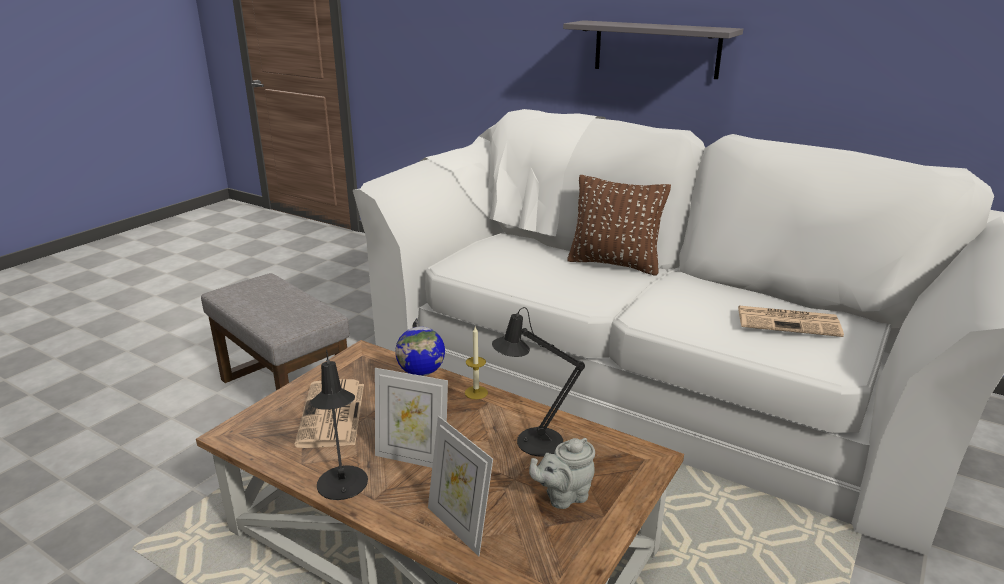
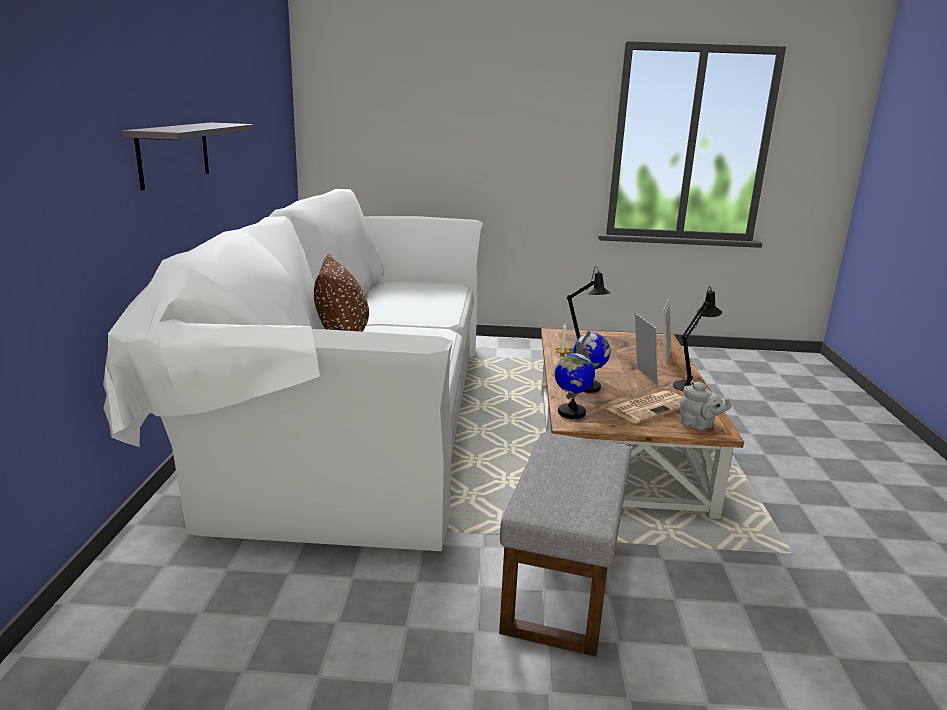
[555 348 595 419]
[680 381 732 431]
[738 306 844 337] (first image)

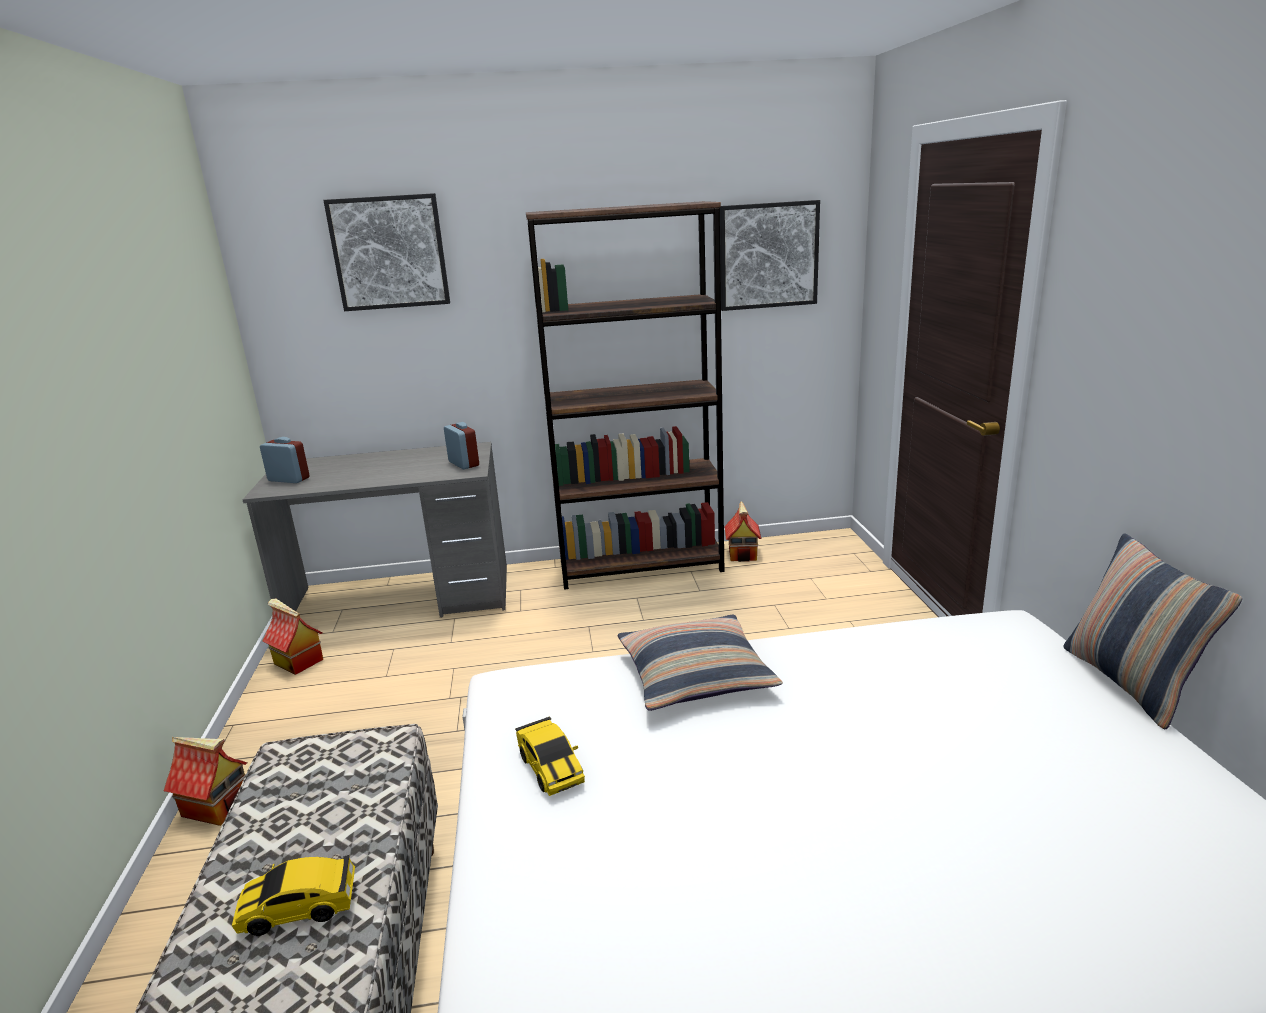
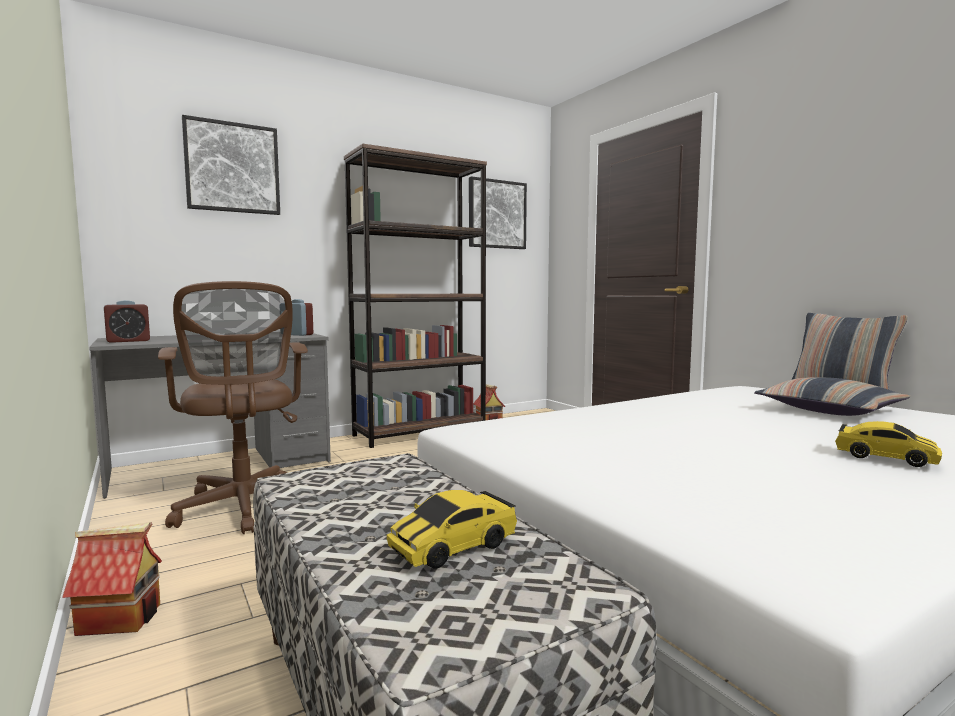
[104 300 150 343]
[158 281 308 534]
[754 377 911 416]
[835 421 942 467]
[262 599 323 675] (first image)

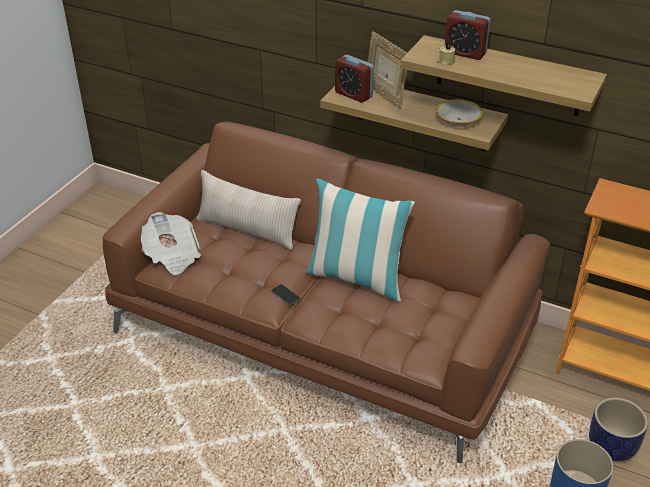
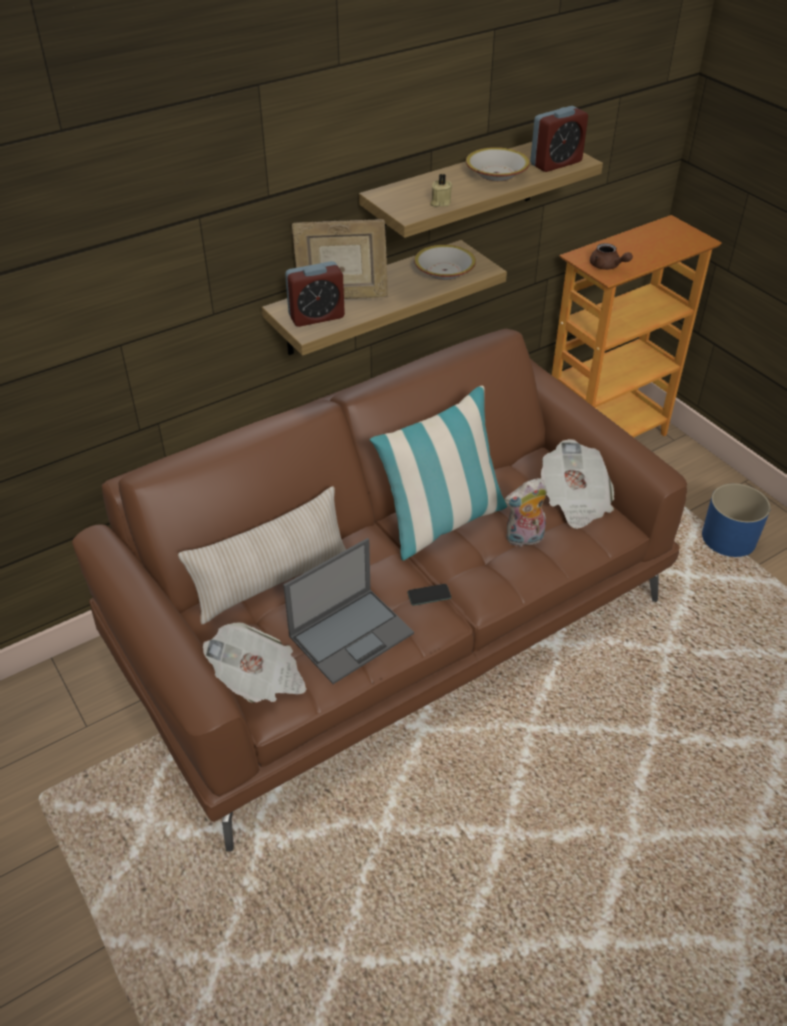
[283 538 414 684]
[466 147 530 181]
[505 478 547 547]
[530 106 588 172]
[541 439 614 529]
[590 243 633 270]
[589 397 648 461] (first image)

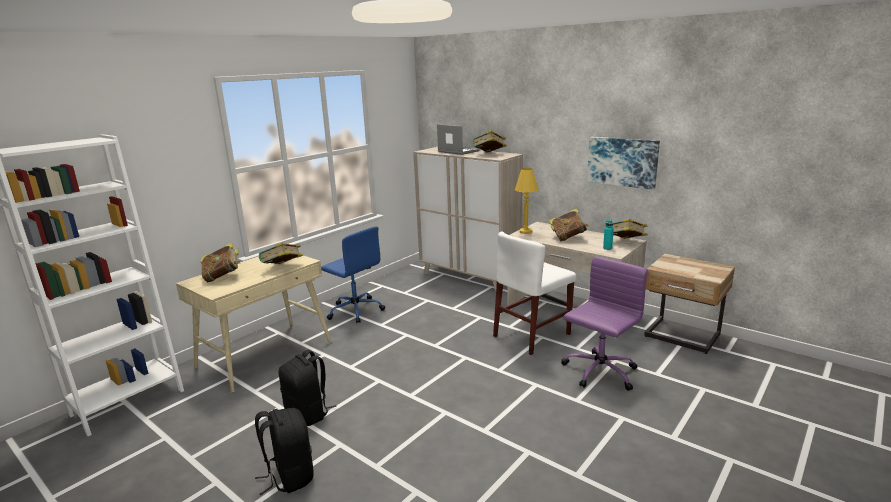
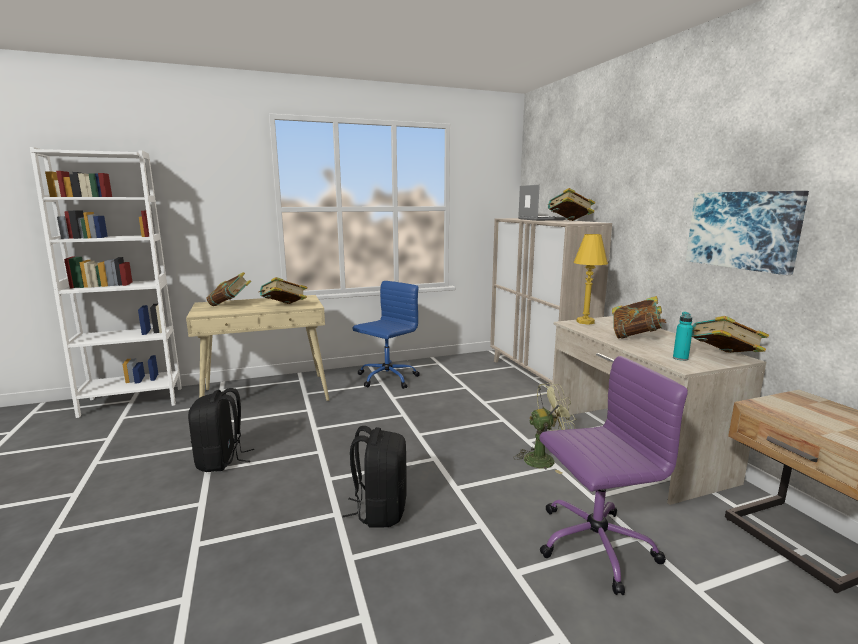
[343 426 407 527]
[353 281 420 389]
[513 383 577 474]

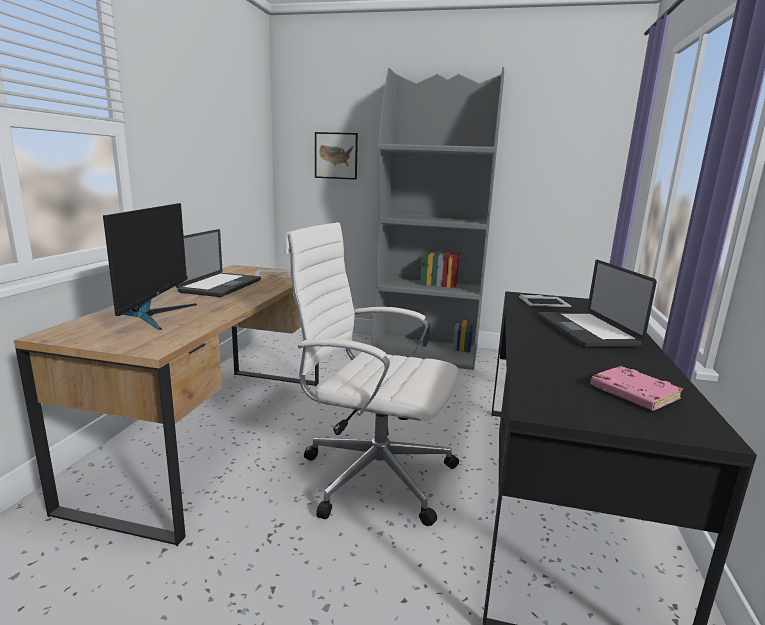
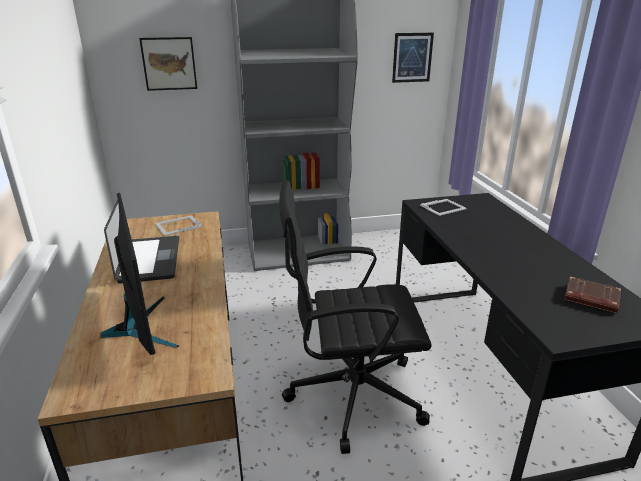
[279 180 432 454]
[392 33 434 83]
[564 277 621 313]
[538 260 657 348] (first image)

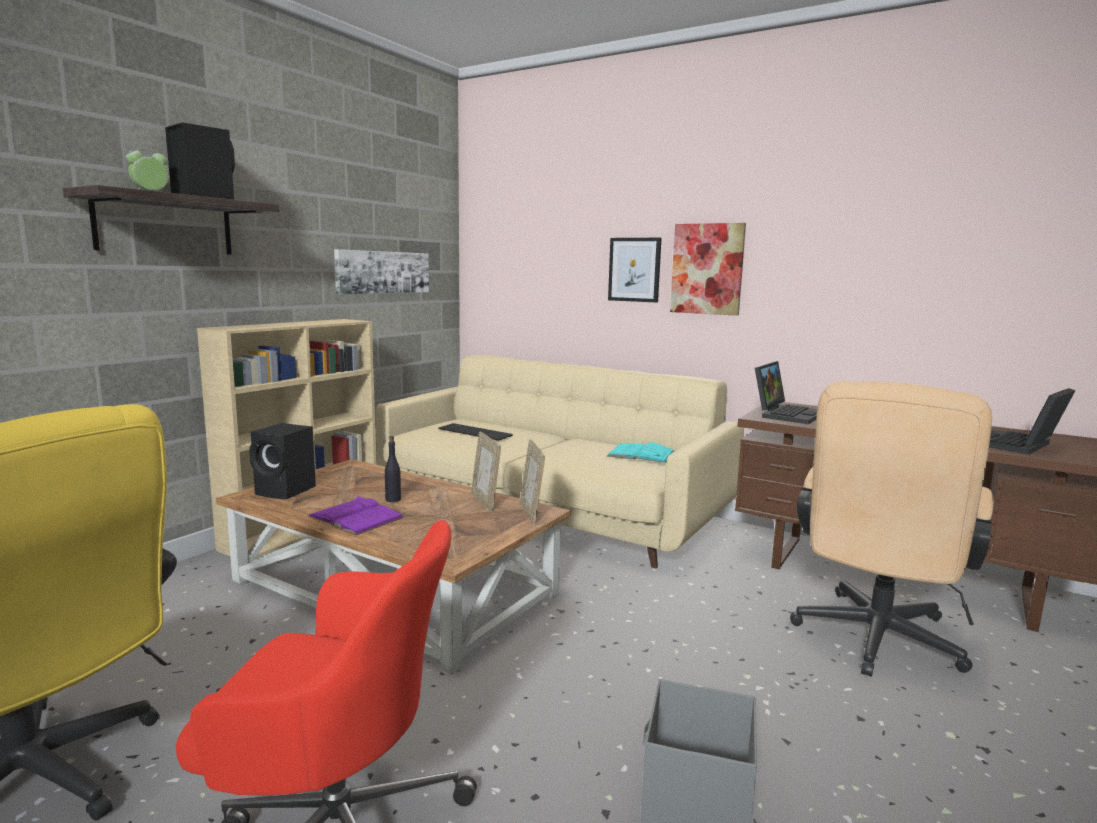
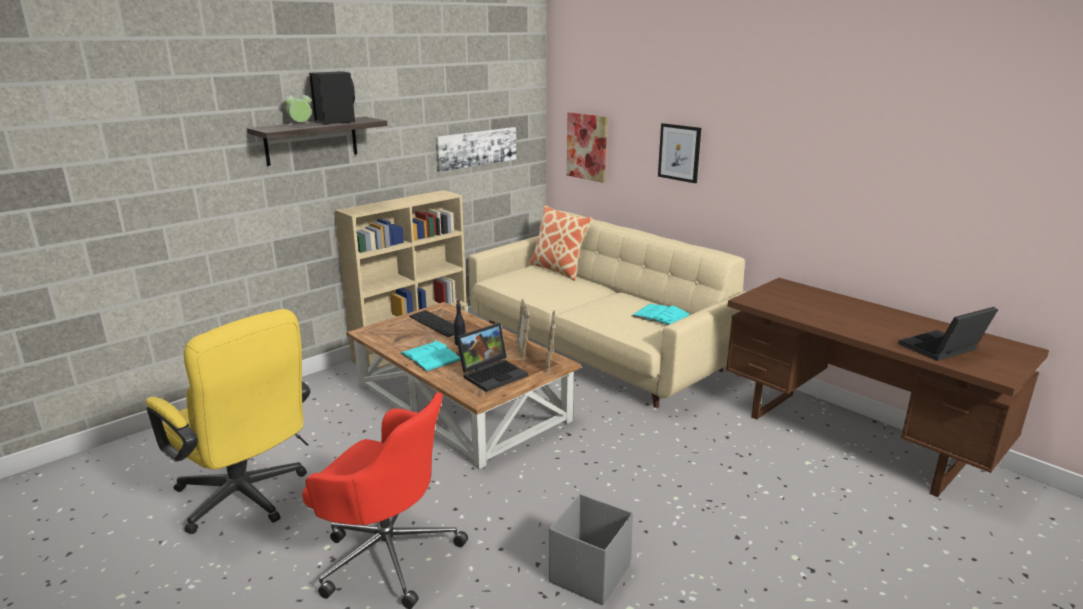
[400 340 461 372]
[409 310 454 337]
[456 323 528 392]
[528 205 593 281]
[567 112 607 183]
[249 423 316 499] (first image)
[790 381 994 677] (first image)

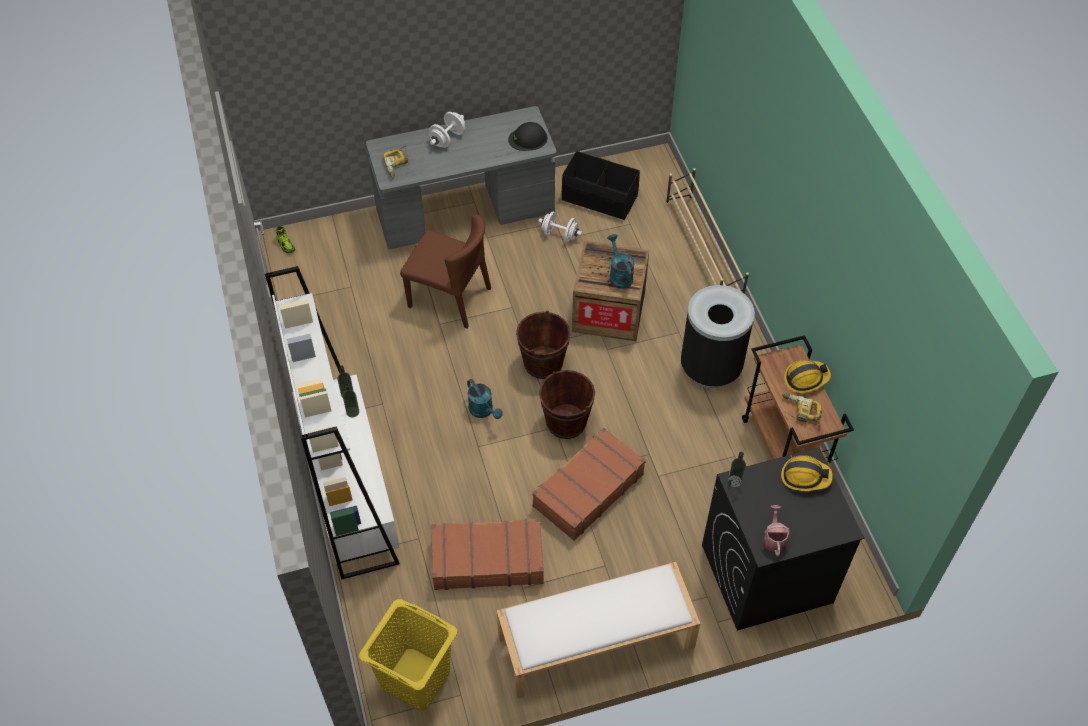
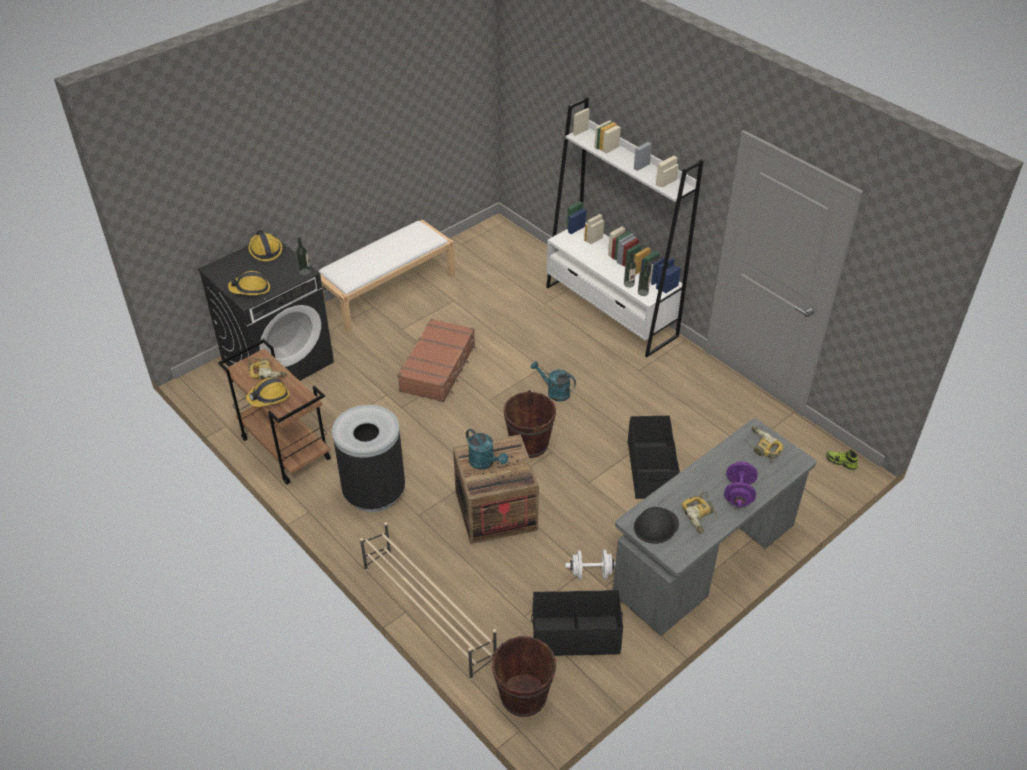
[249 230 282 261]
[492 636 556 717]
[627 416 680 499]
[682 491 717 533]
[724 461 758 507]
[359 599 457 711] (first image)
[432 518 544 590] (first image)

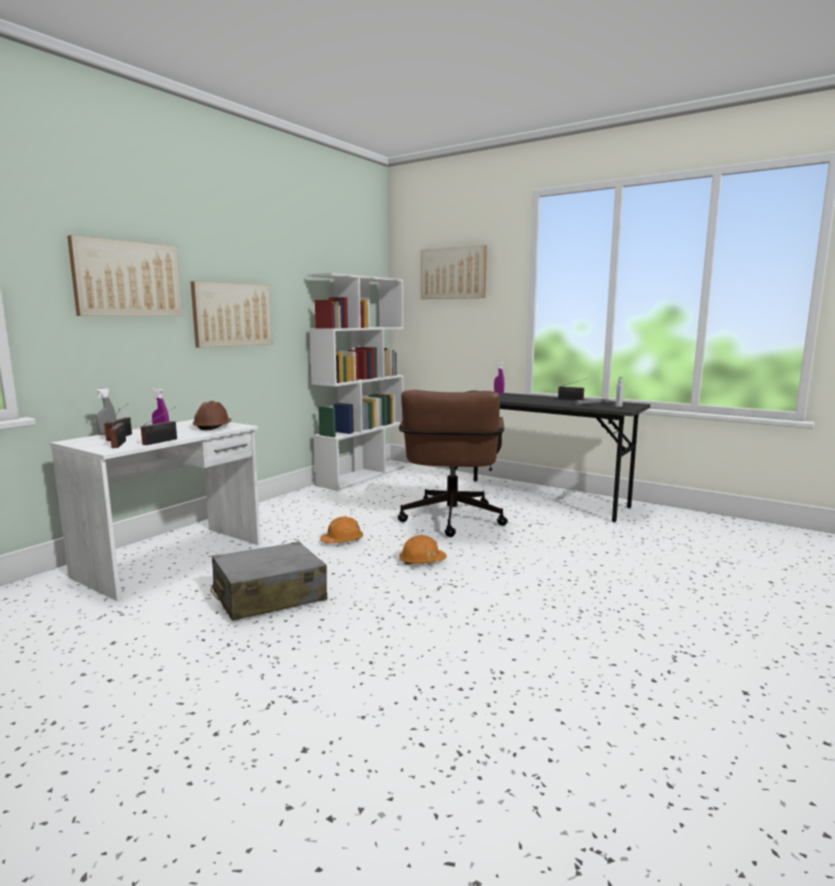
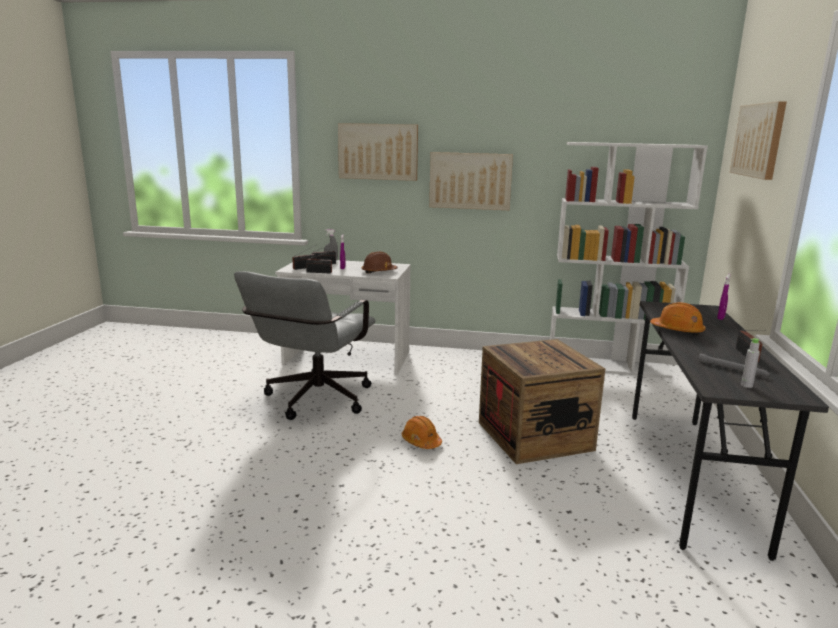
[234 271 376 420]
[479 339 605 464]
[650 302 706 336]

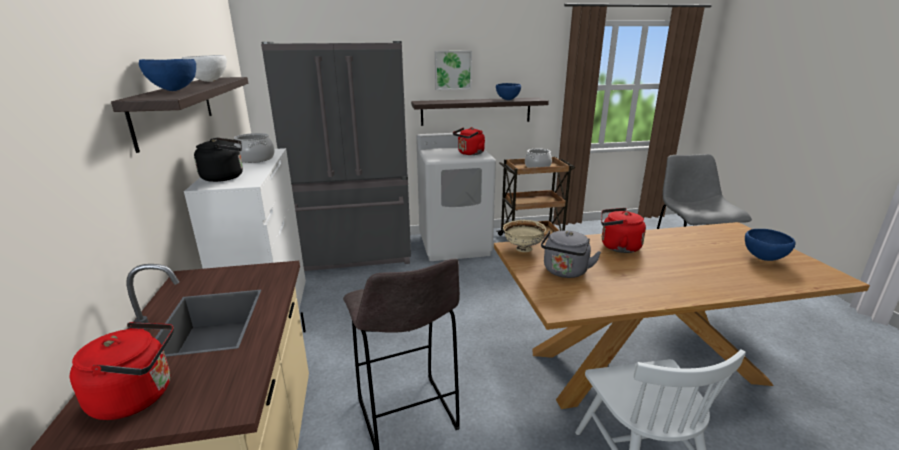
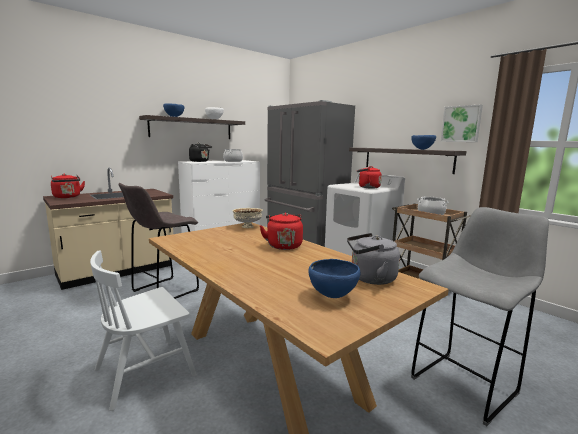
[347 233 400 285]
[441 104 483 142]

